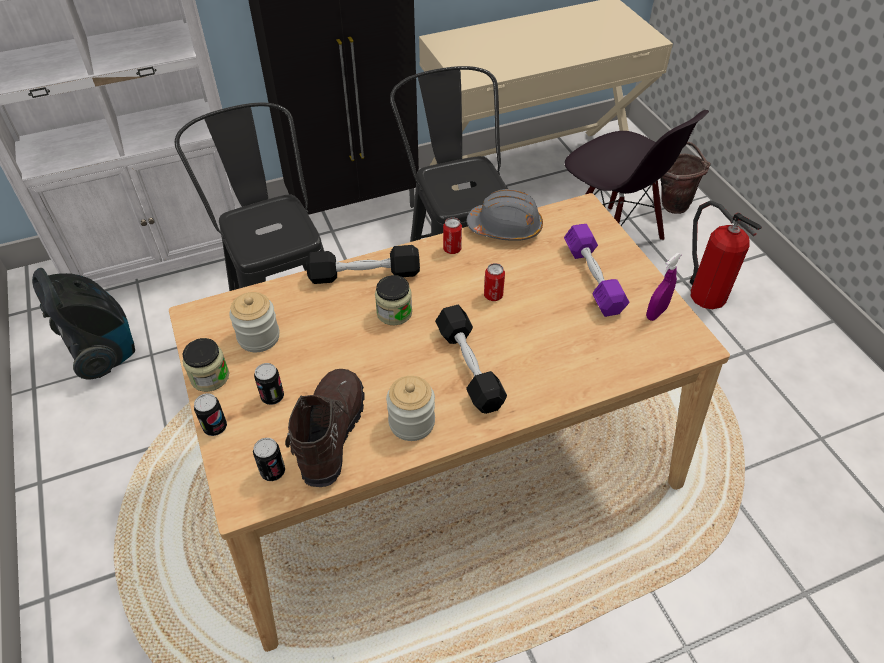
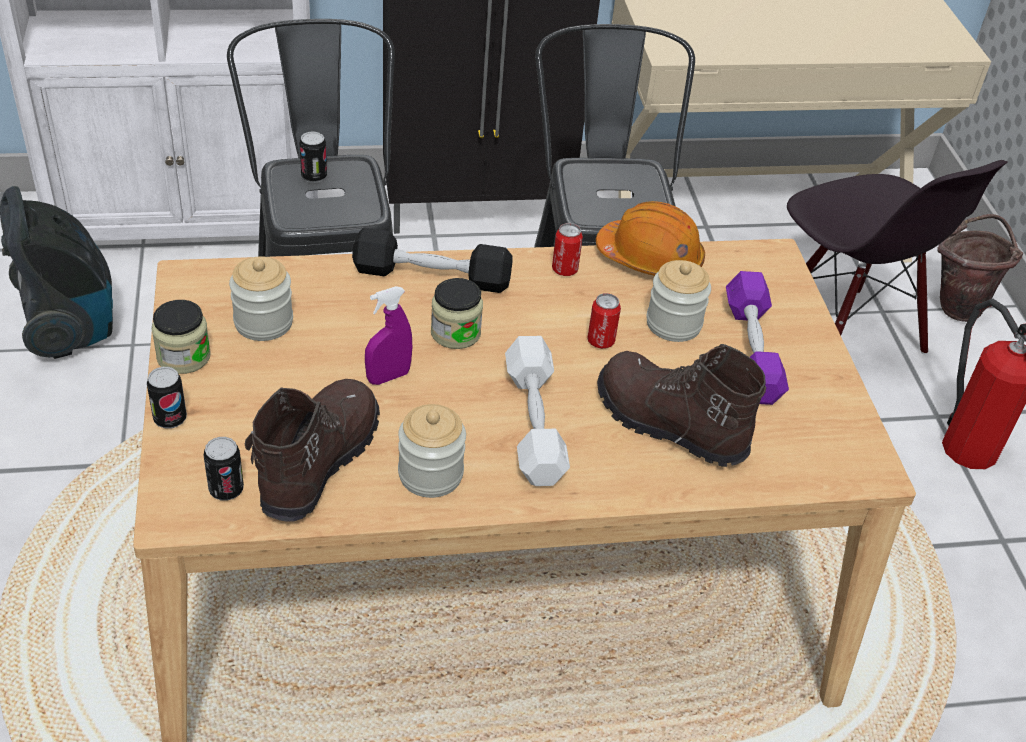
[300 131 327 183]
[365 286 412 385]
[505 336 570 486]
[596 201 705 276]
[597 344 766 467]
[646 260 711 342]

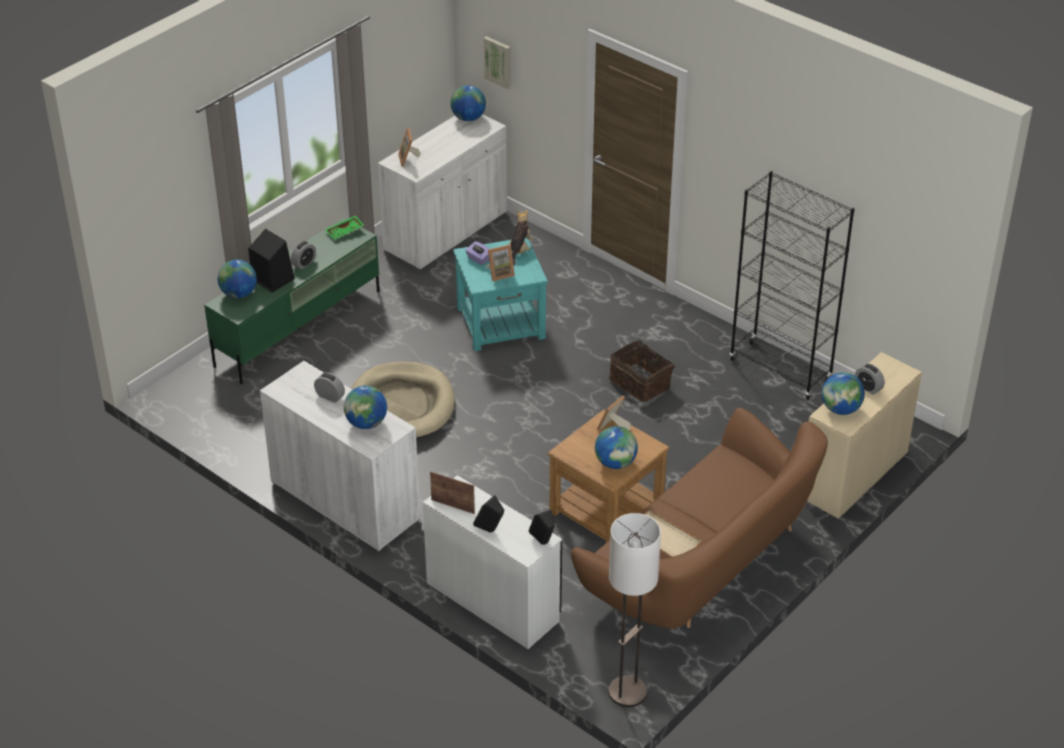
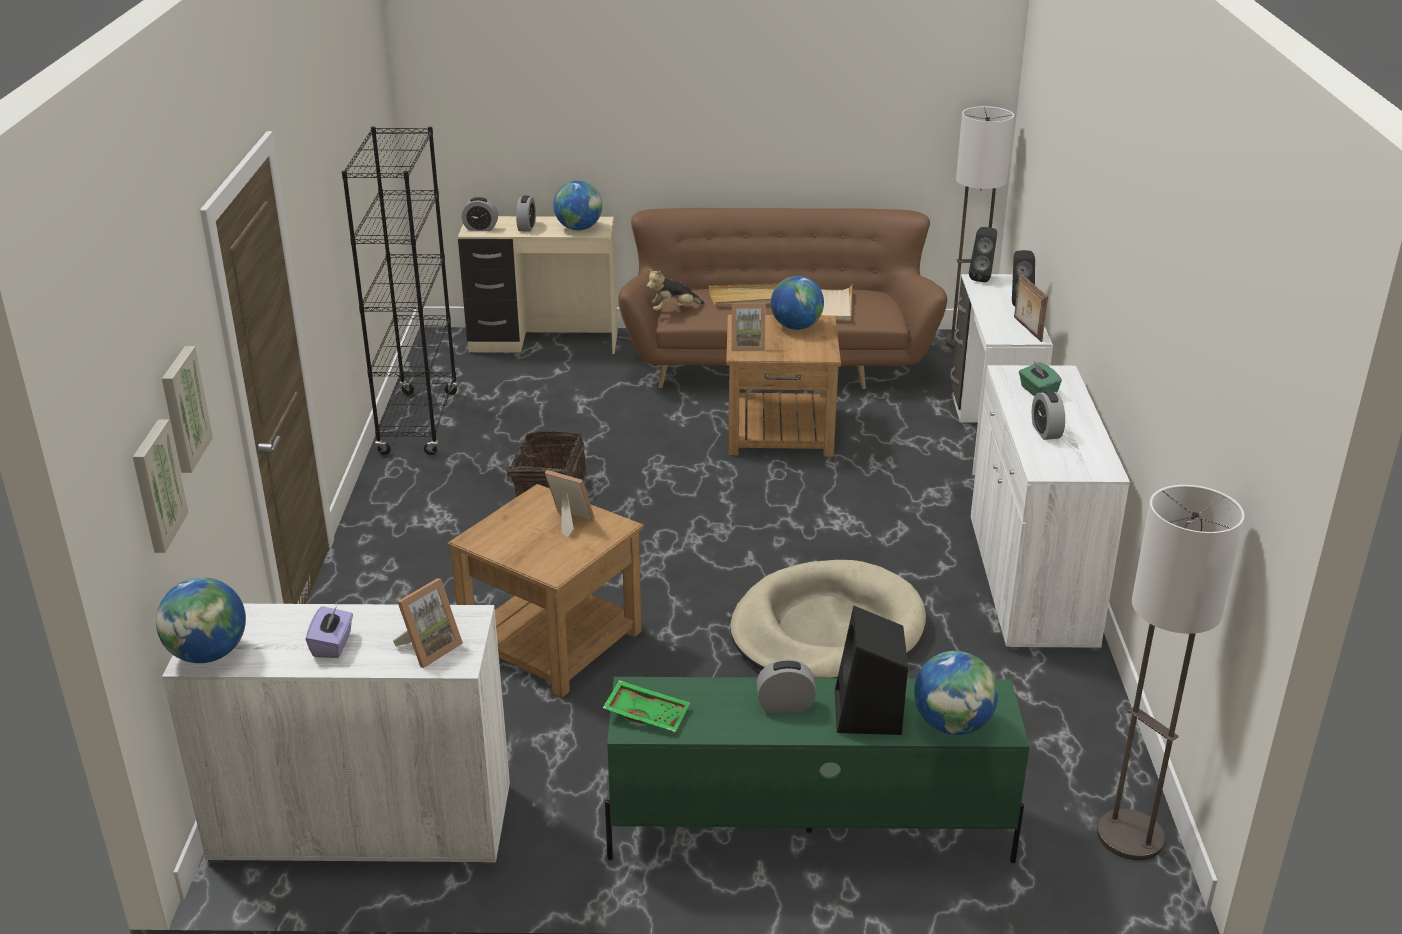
[162 346 213 473]
[306 606 353 658]
[447 484 644 698]
[462 197 498 231]
[647 269 705 311]
[709 283 779 305]
[1019 361 1062 397]
[1097 485 1245 860]

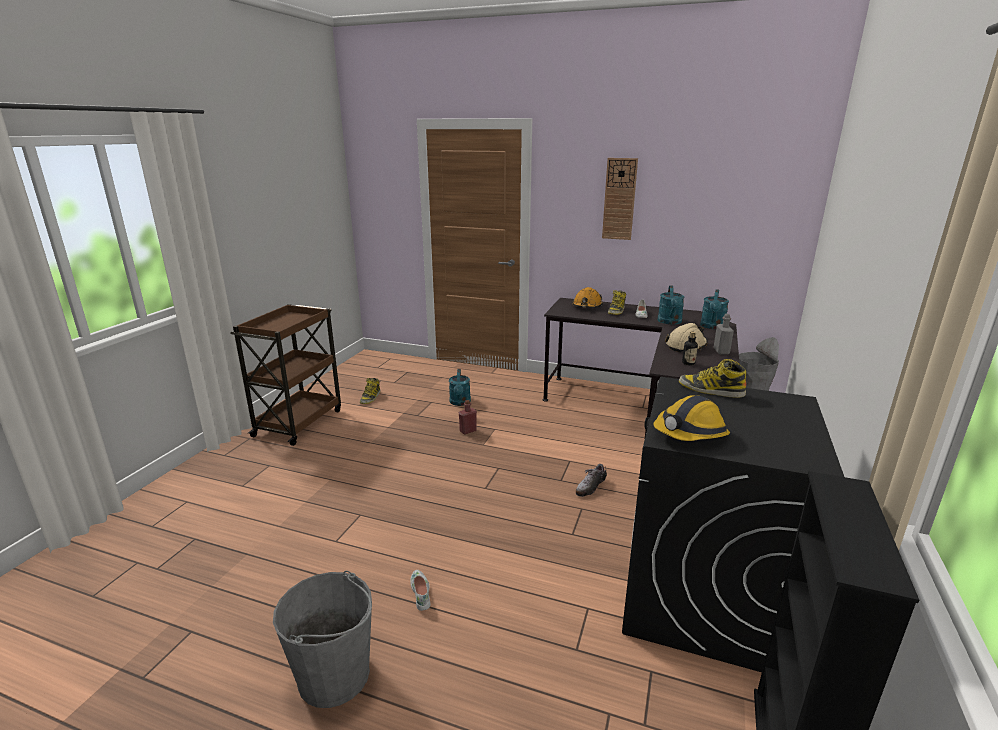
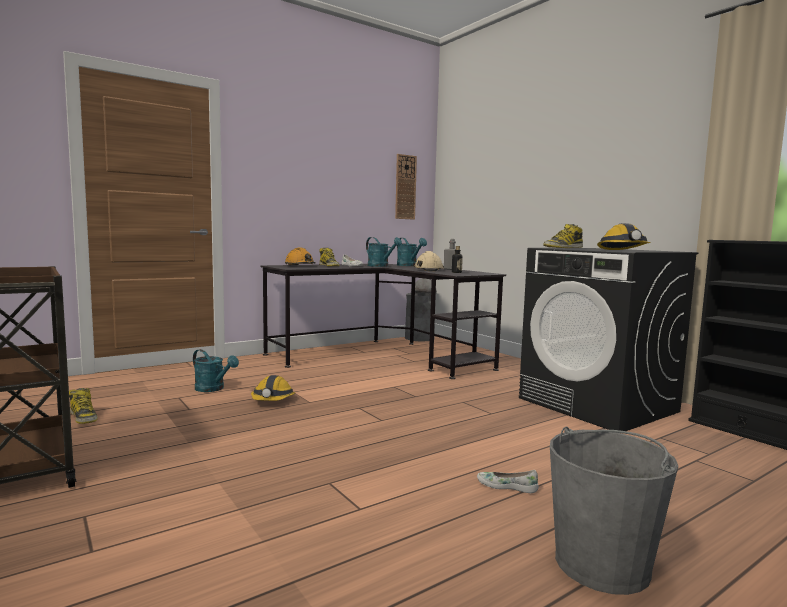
[251 375 295 401]
[395 154 417 220]
[576 464 607 497] (first image)

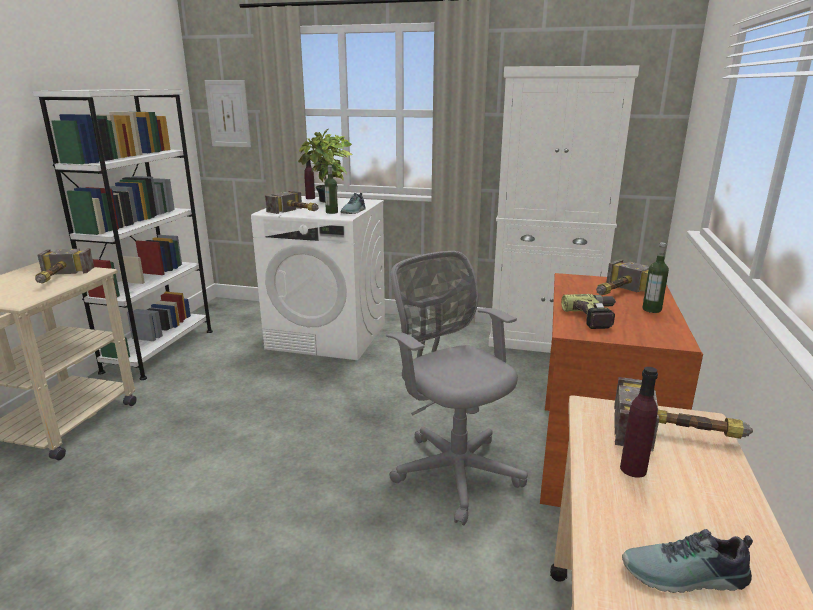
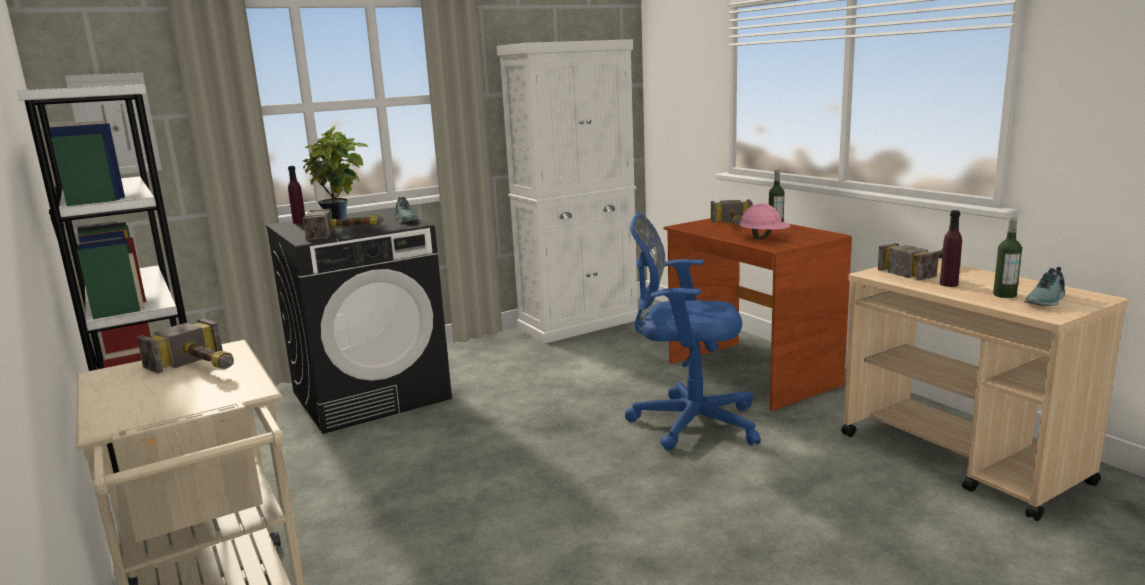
[266 208 452 434]
[625 212 761 450]
[739 204 791 239]
[993 217 1022 298]

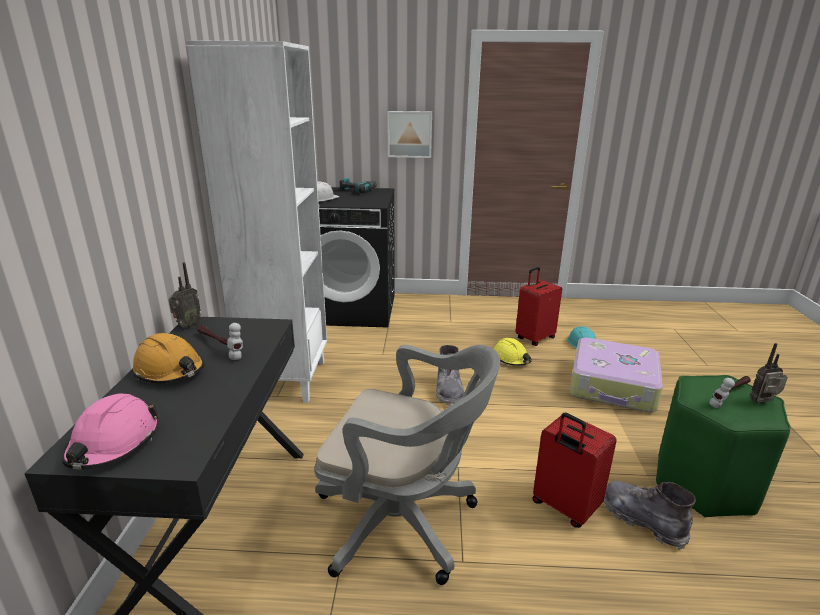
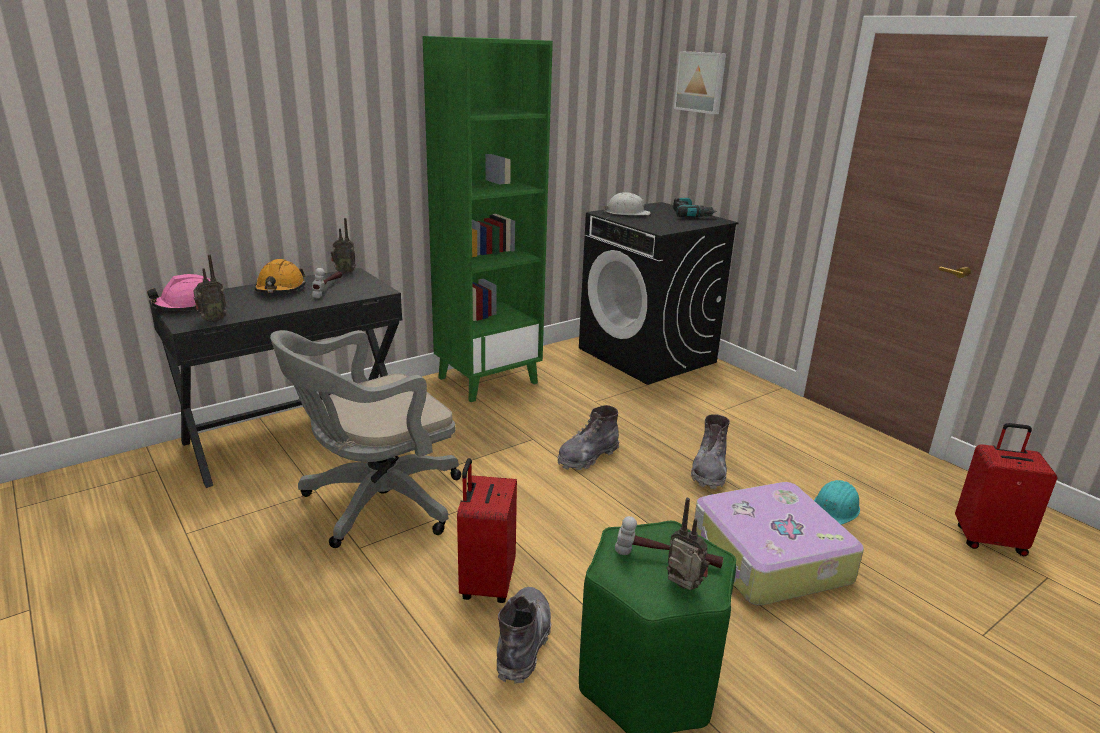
[193 254 227 322]
[270 330 461 548]
[423 36 553 402]
[674 51 726 114]
[691 414 730 489]
[955 423 1057 556]

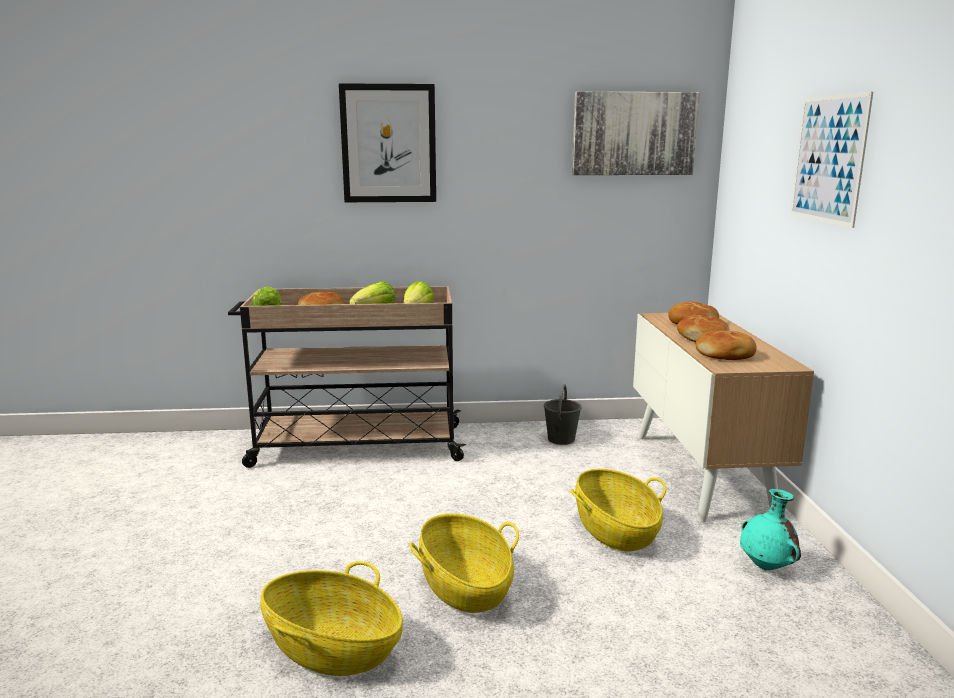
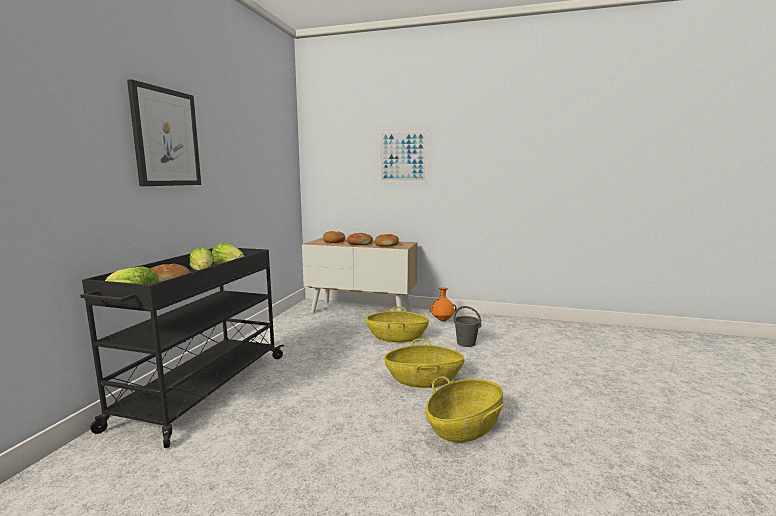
[80 248 284 448]
[429 287 457 322]
[453 306 481 347]
[572 92 700 175] (first image)

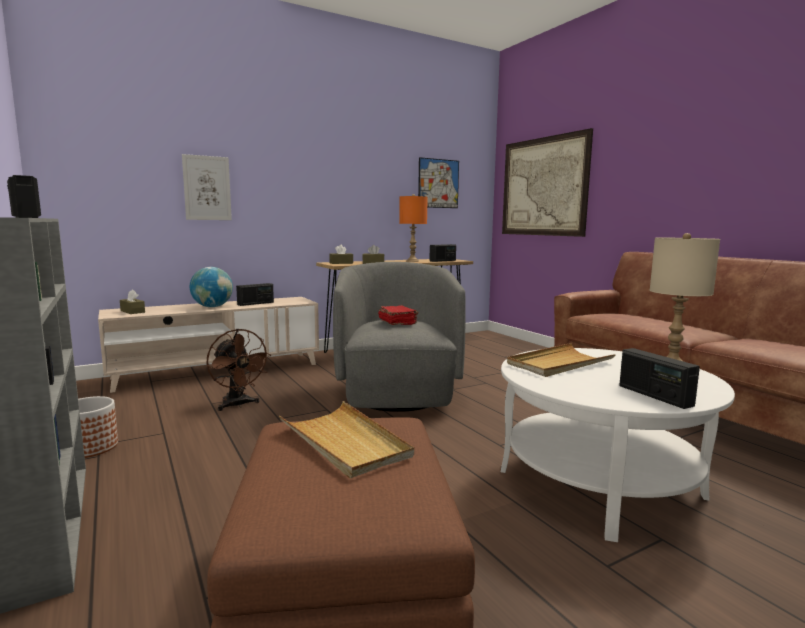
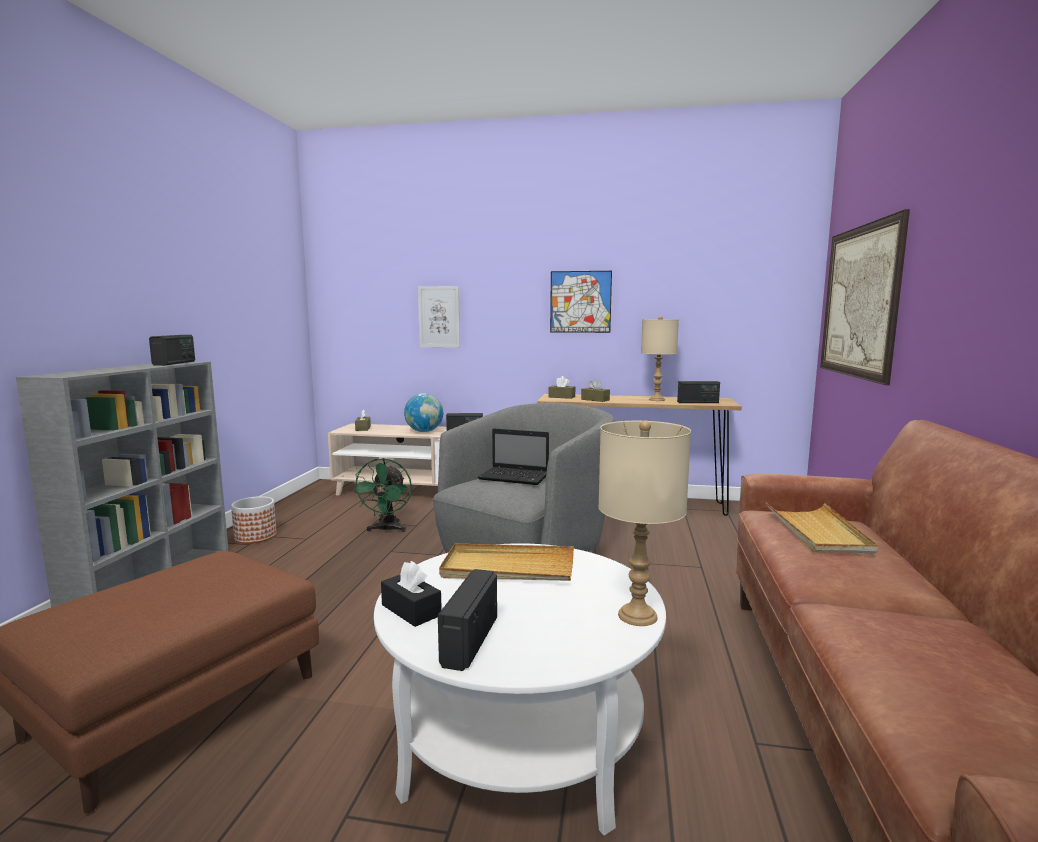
[352 458 412 532]
[381 561 442 627]
[478 428 549 485]
[550 271 612 333]
[641 316 679 401]
[765 502 878 553]

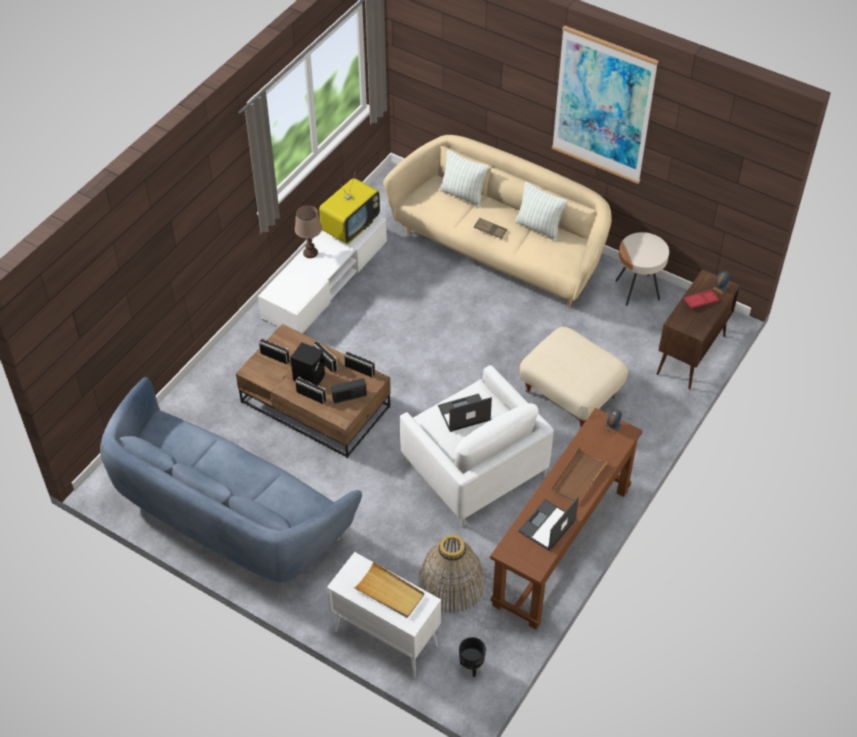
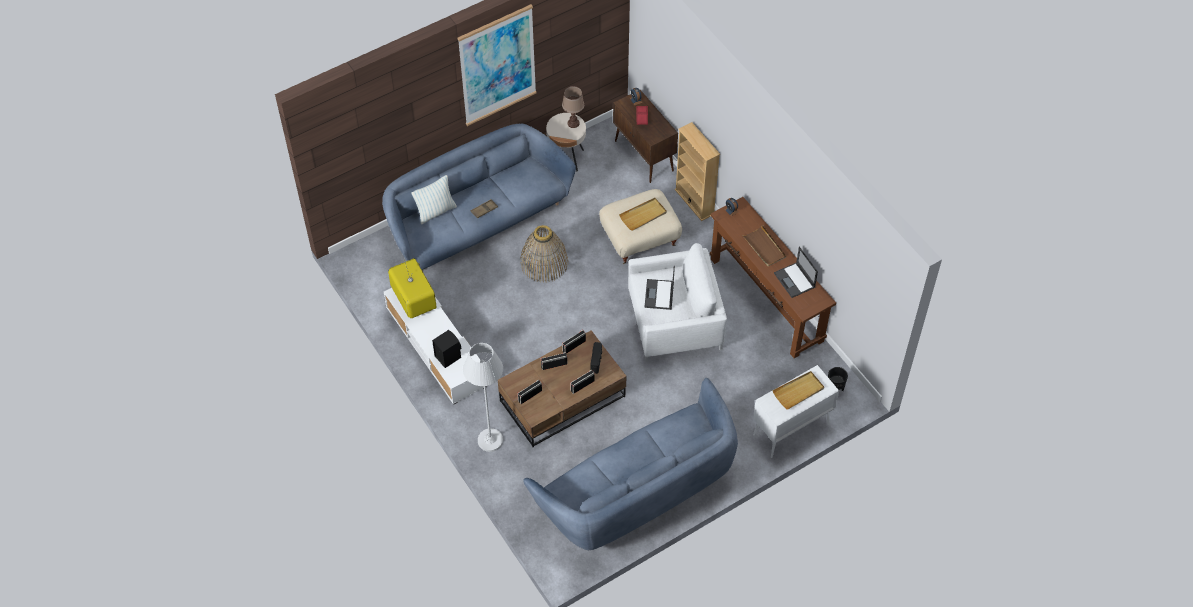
[382 124 576 270]
[432 330 461 368]
[463 343 503 452]
[520 225 569 283]
[562 86 584 128]
[619 198 667 231]
[675 122 720 221]
[515 182 567 242] (first image)

